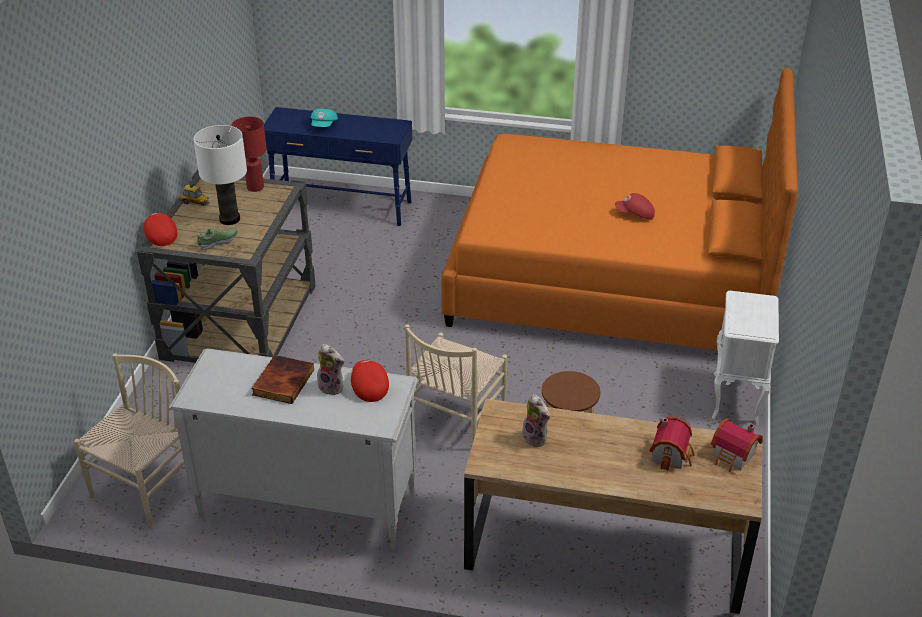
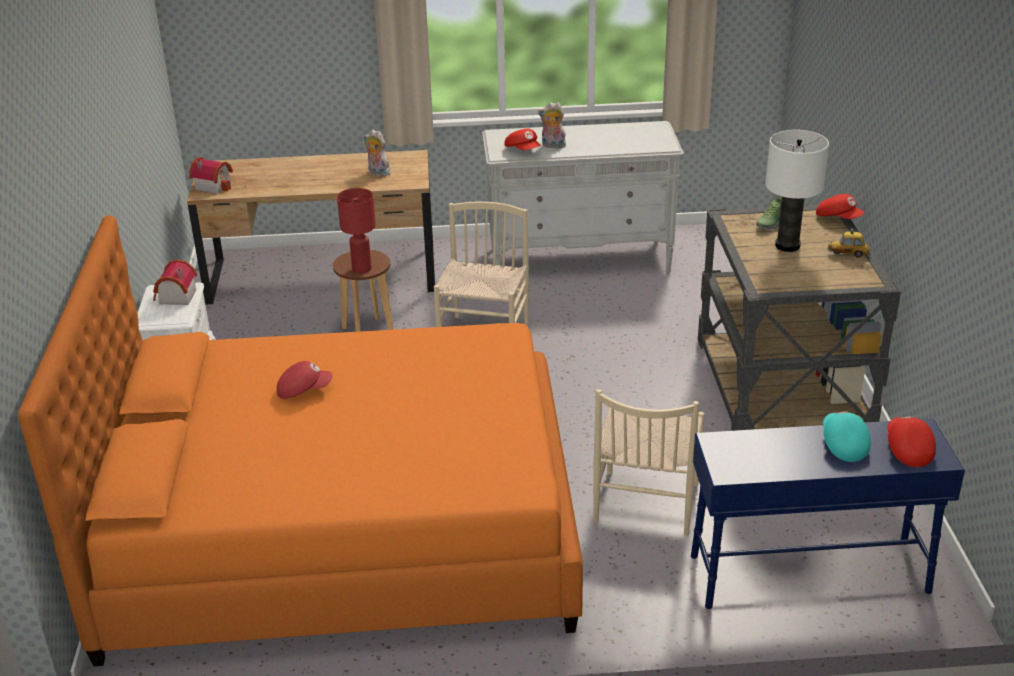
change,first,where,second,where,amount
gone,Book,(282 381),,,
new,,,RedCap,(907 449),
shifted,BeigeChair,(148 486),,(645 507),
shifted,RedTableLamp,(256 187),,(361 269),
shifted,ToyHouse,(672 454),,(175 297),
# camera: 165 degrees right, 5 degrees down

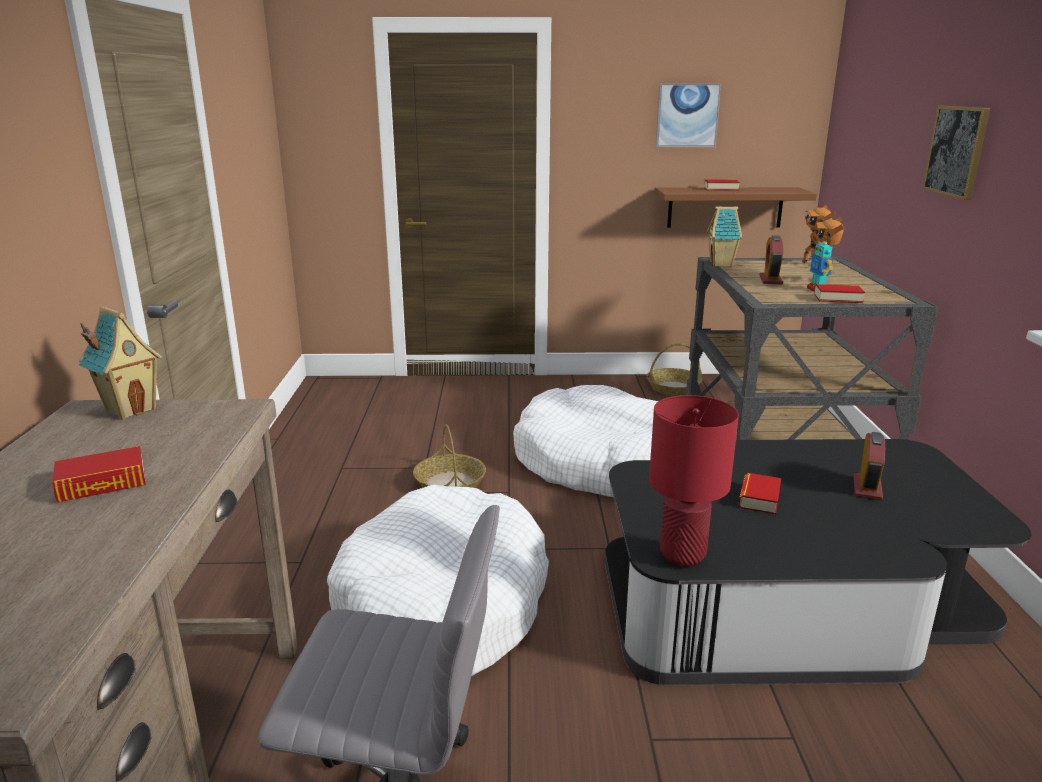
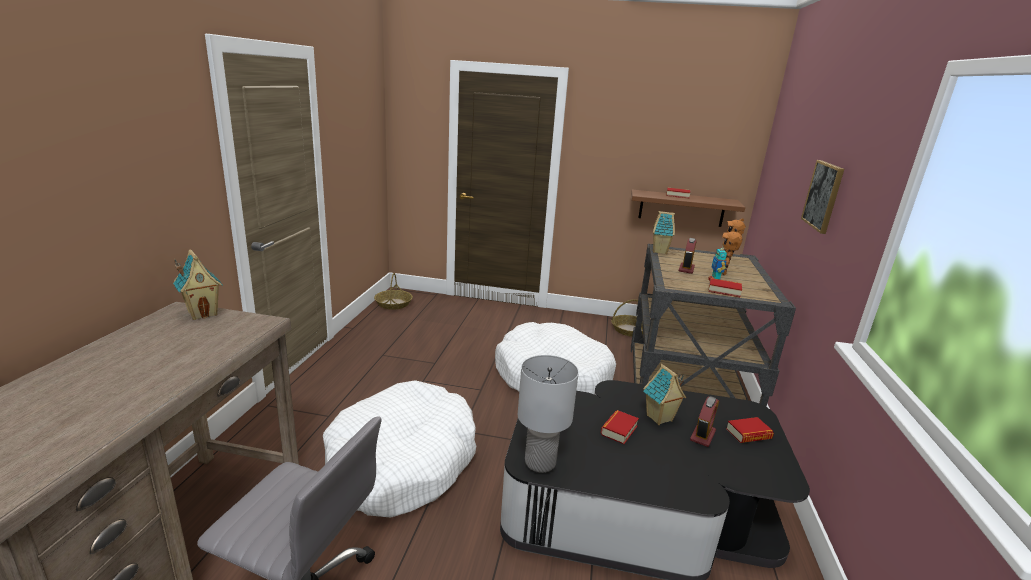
change,first,where,second,where,amount
gone,Picture,(687 115),,,
new,,,ToyHouse,(659 418),
shifted,Book,(102 483),,(748 434),
shifted,Basket,(450 483),,(393 304),
repainted,RedTableLamp,(682 558),GreyTableLamp,(539 465),
# camera: 10 degrees right, 0 degrees up

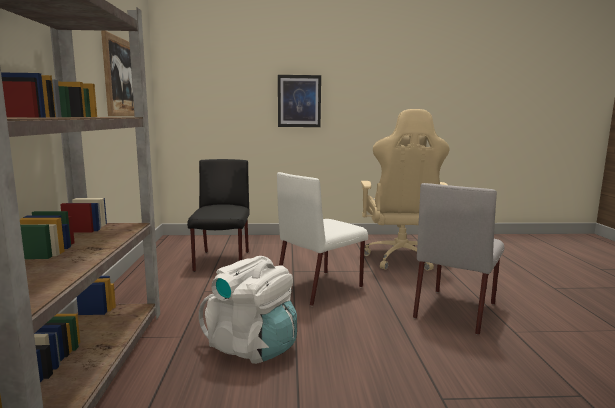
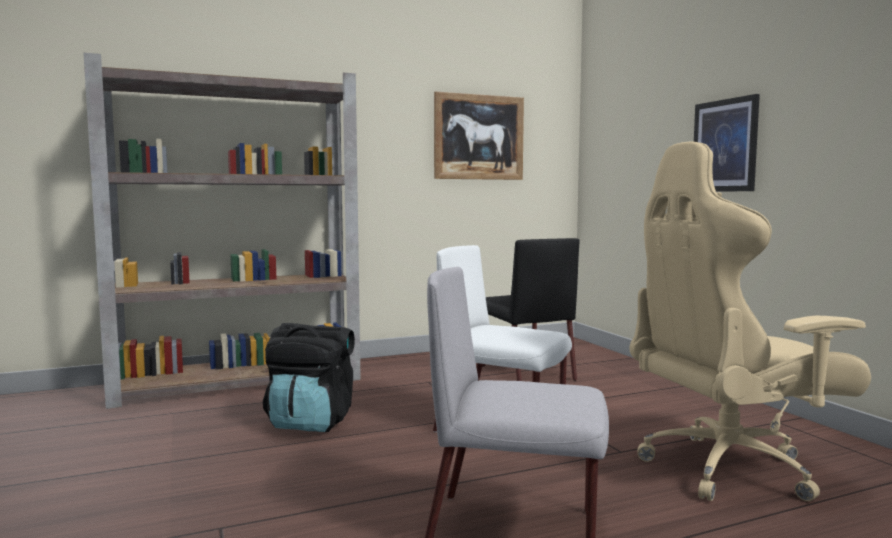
change,first,where,second,where,amount
repainted,WhiteBackpack,(252 347),BlackBackpack,(311 422),
rotated,BlackChair,(222 261),,(526 372),90 degrees clockwise
# camera: 70 degrees right, 5 degrees down

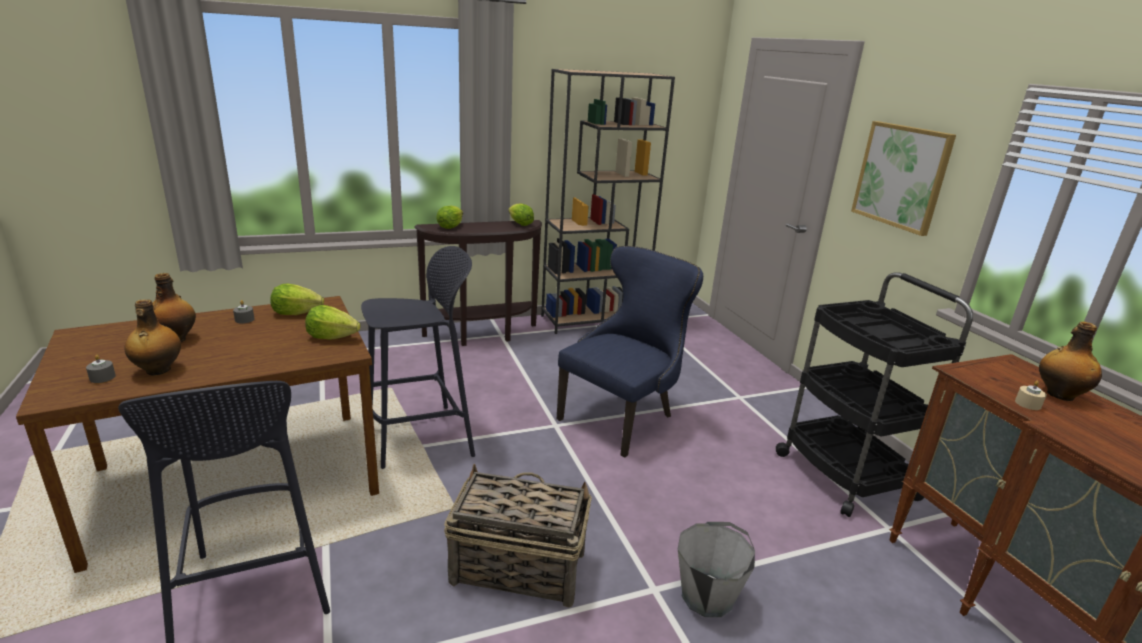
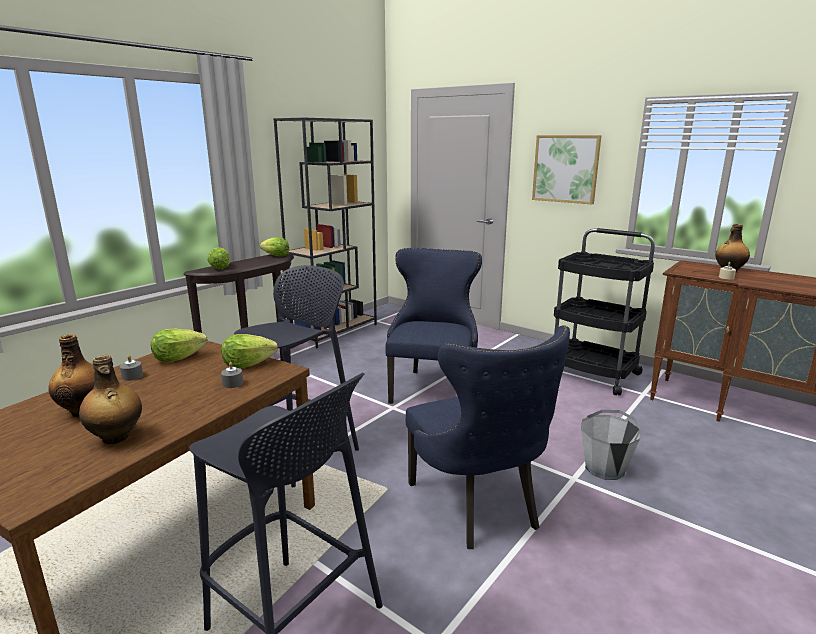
change,first,where,second,where,amount
shifted,GreyCandle,(102 377),,(232 383),
swapped,Basket,(517 567),BlueChair,(478 505),
# camera: 30 degrees left, 5 degrees down

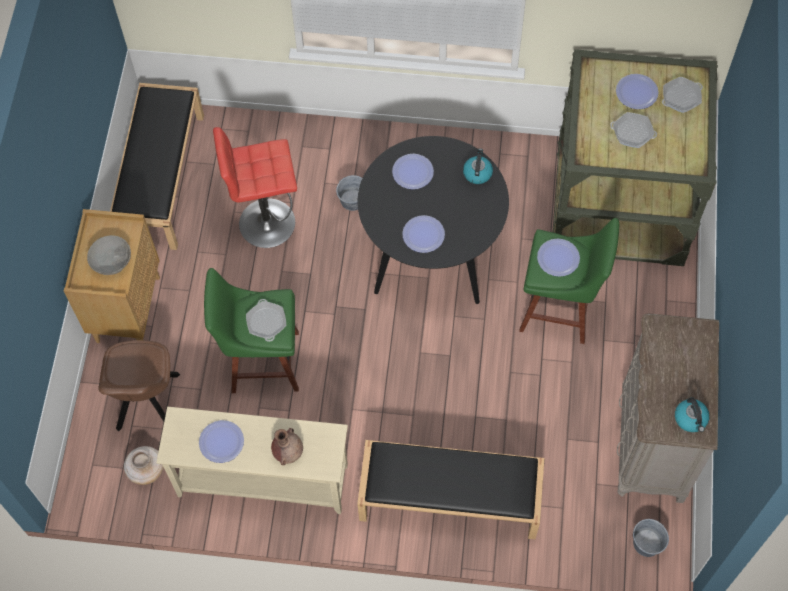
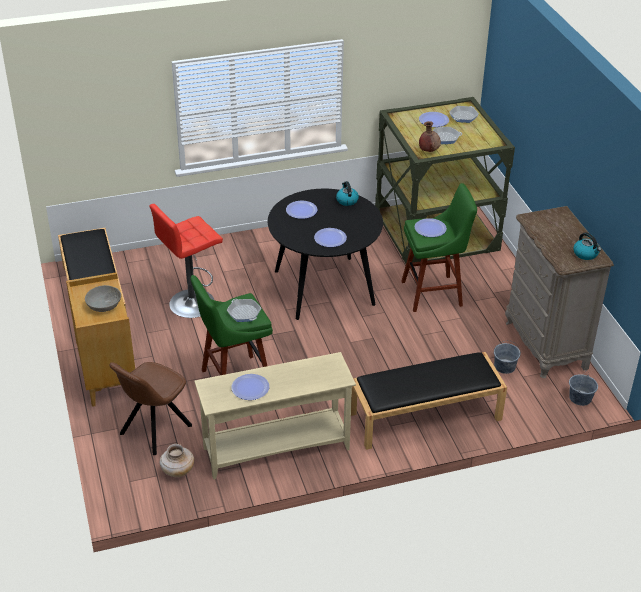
change,first,where,second,where,amount
shifted,BrownVase,(288 452),,(428 151),
shifted,GreyBucket,(352 200),,(504 366),
rotated,BrownChair,(147 402),,(155 429),60 degrees clockwise
# camera: 25 degrees left, 25 degrees down

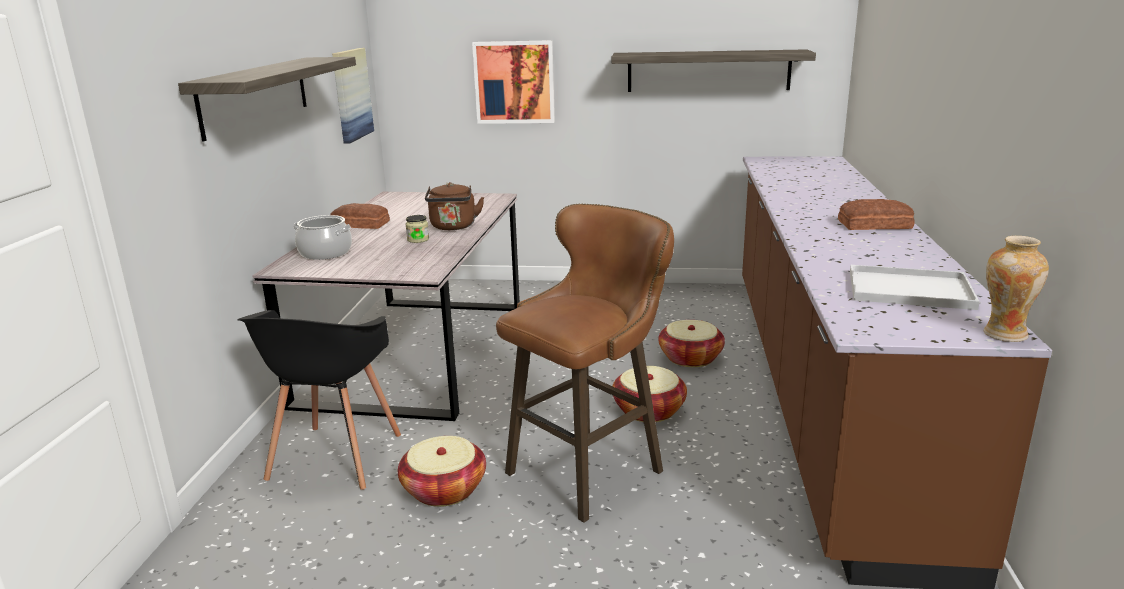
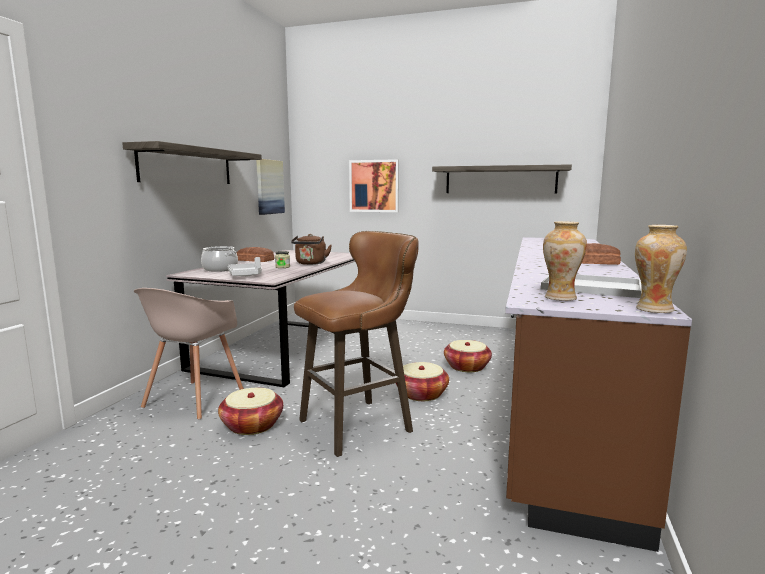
change,first,where,second,where,amount
new,,,GreyTray,(246 275),
new,,,Vase,(560 298),
repainted,BlackChair,(335 458),BeigeChair,(194 400),
# camera: 10 degrees right, 10 degrees down

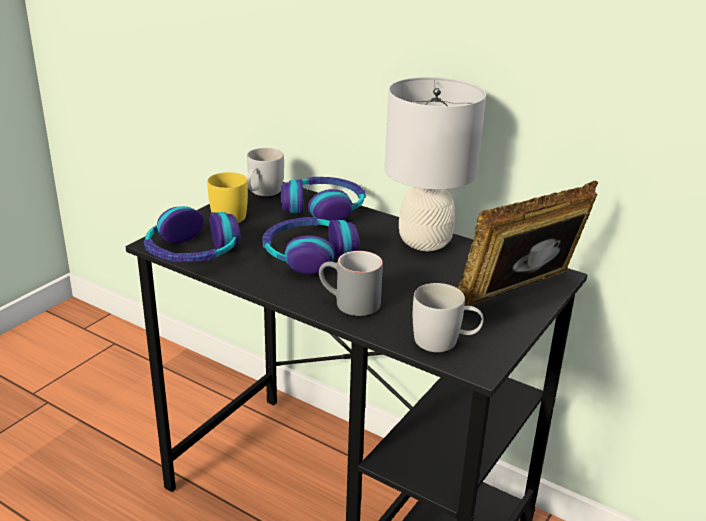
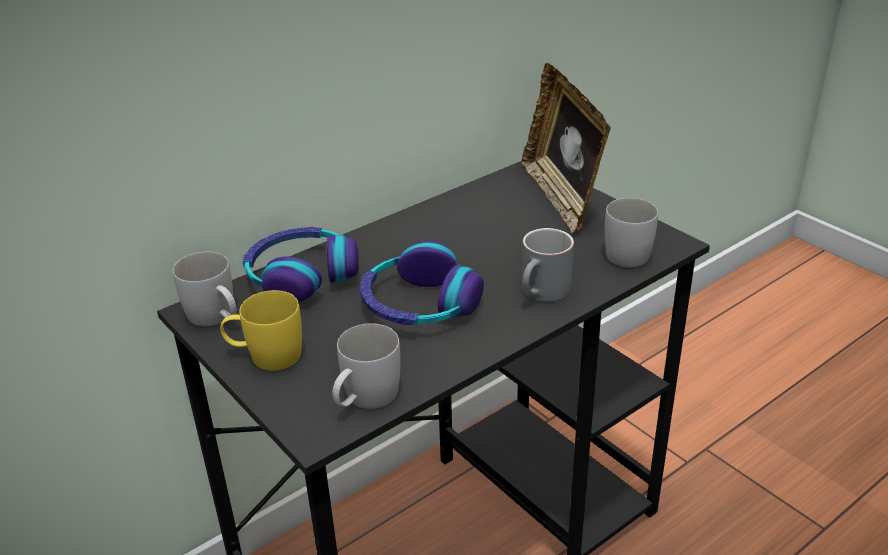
change,first,where,second,where,amount
gone,GreyTableLamp,(426 243),,,
swapped,Headphones,(192 252),WhiteMug,(365 399),
# camera: 70 degrees left, 5 degrees up

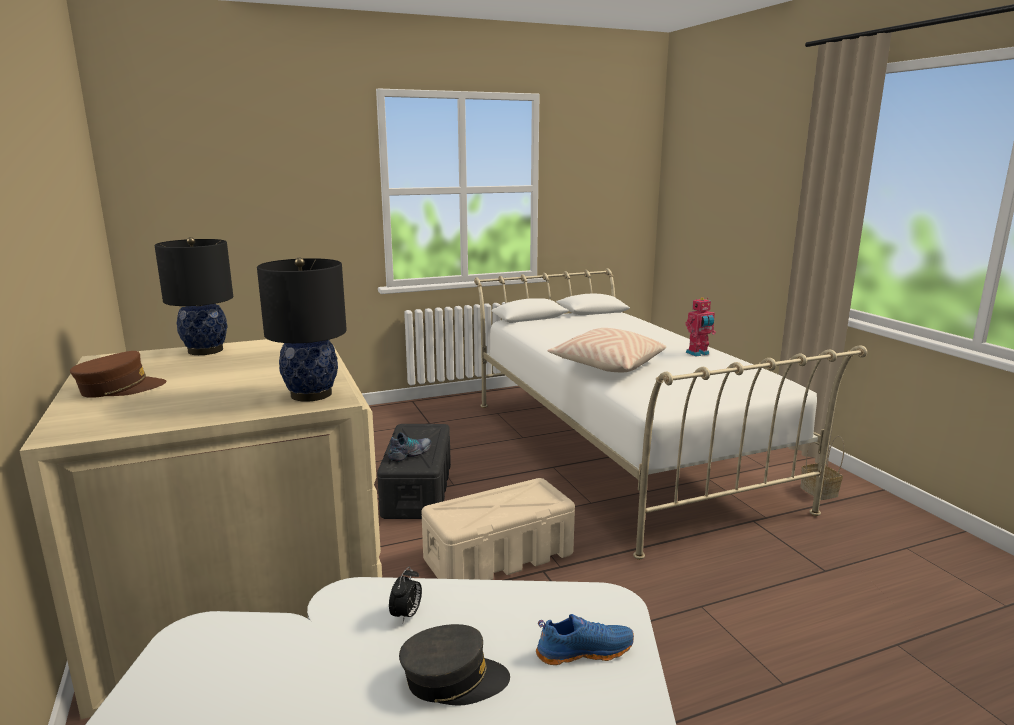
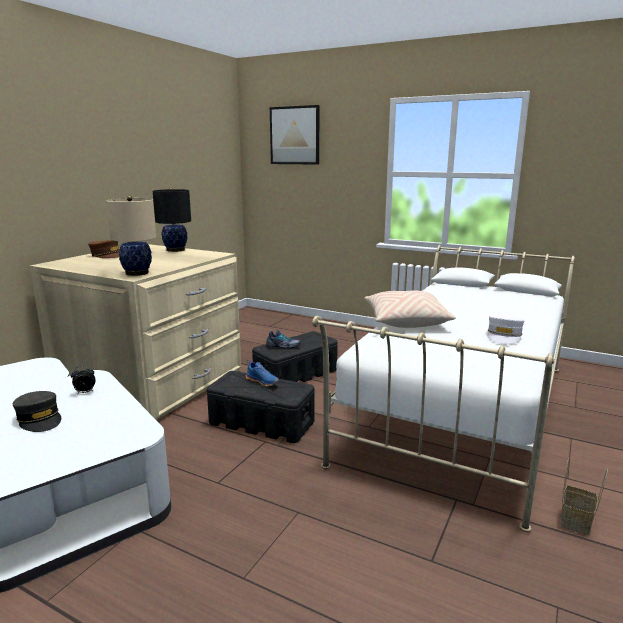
change,first,where,second,where,amount
new,,,Picture,(294 135),
shifted,BlueShoe,(584 651),,(263 381),
swapped,ToyRobot,(698 353),WhiteCap,(504 336),
repainted,BlackTableLamp,(311 394),BeigeTableLamp,(137 273),
repainted,BeigeStorageBox,(499 556),BlackStorageBox,(262 423),
# camera: 50 degrees right, 0 degrees up

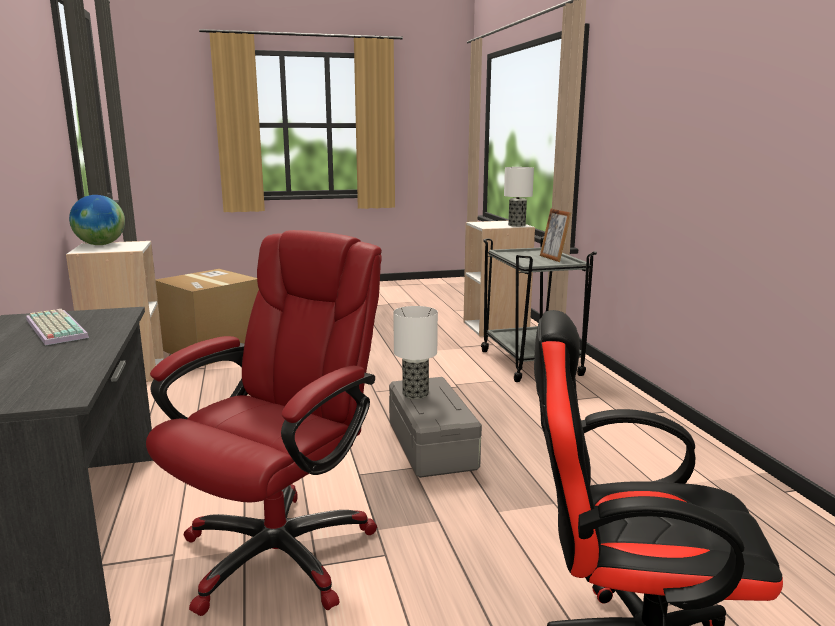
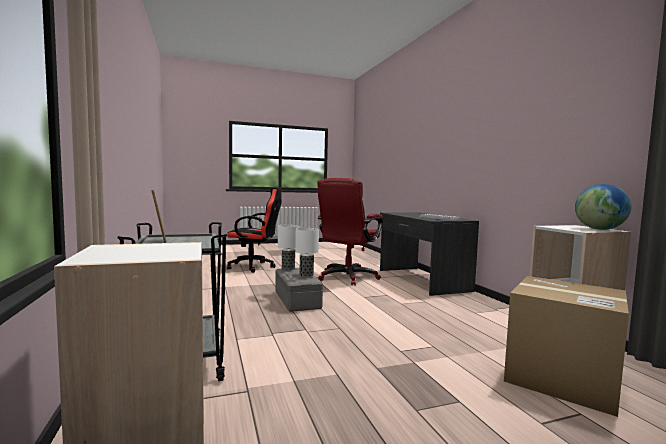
change,first,where,second,where,amount
shifted,TableLamp,(516 225),,(288 268),
# camera: 175 degrees right, 10 degrees down

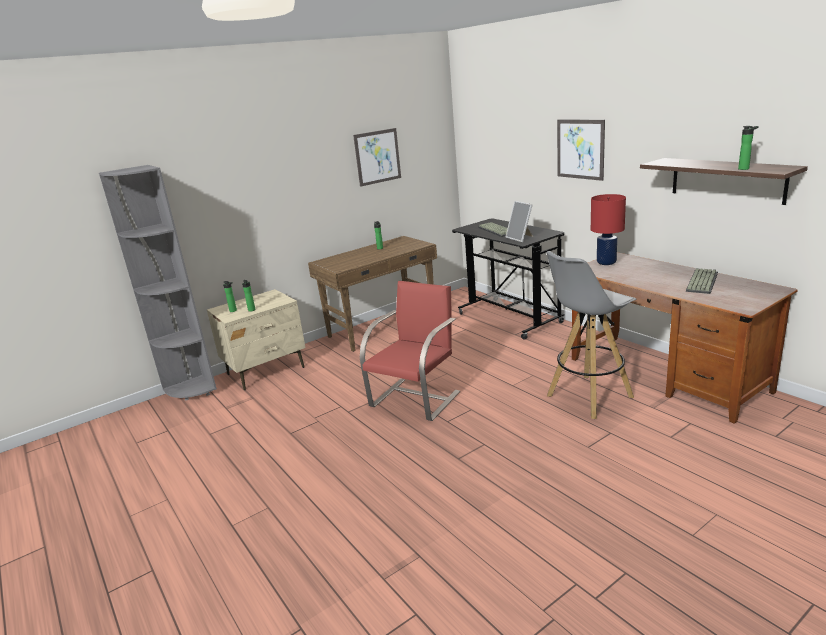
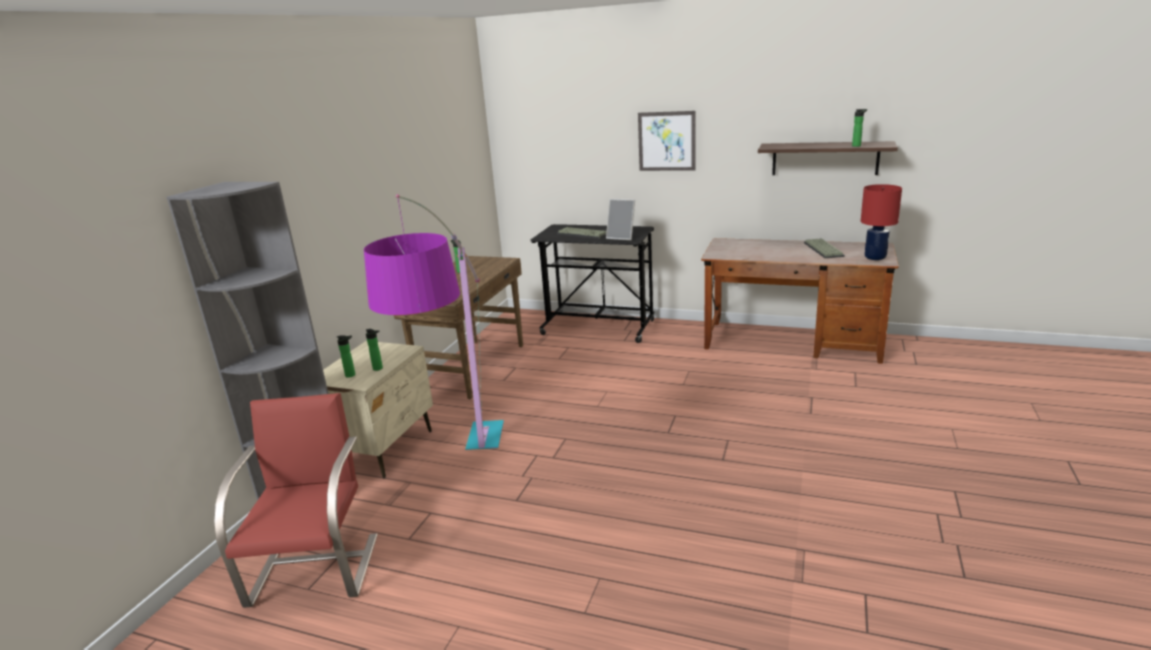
change,first,where,second,where,amount
gone,Picture,(377 157),,,
gone,GreyStool,(587 396),,,
new,,,FloorLamp,(471 490),
shifted,RedChair,(416 398),,(316 568),
shifted,RedTableLamp,(606 263),,(875 258),
# camera: 35 degrees left, 0 degrees up

